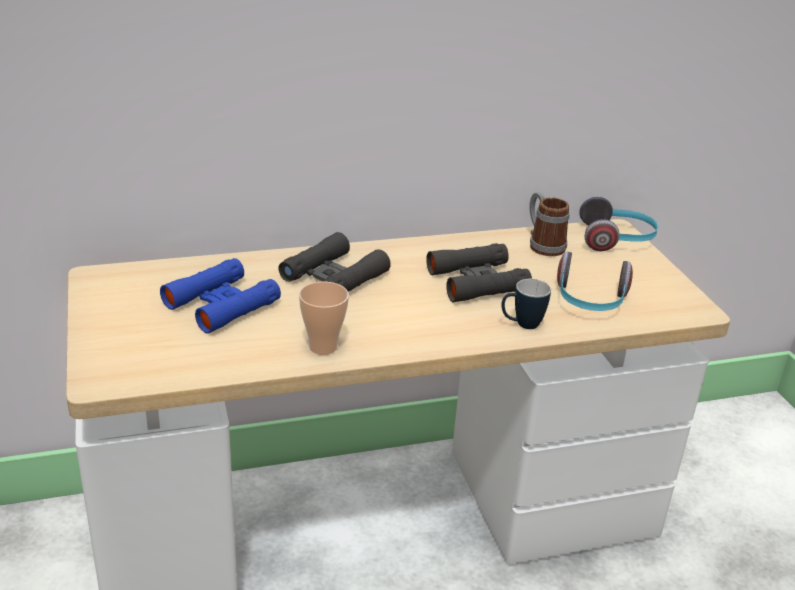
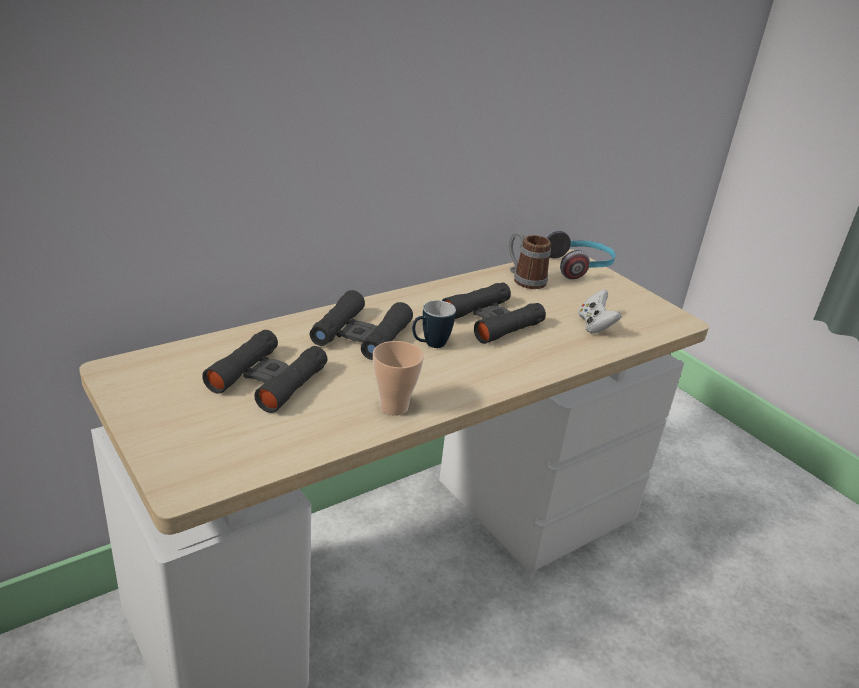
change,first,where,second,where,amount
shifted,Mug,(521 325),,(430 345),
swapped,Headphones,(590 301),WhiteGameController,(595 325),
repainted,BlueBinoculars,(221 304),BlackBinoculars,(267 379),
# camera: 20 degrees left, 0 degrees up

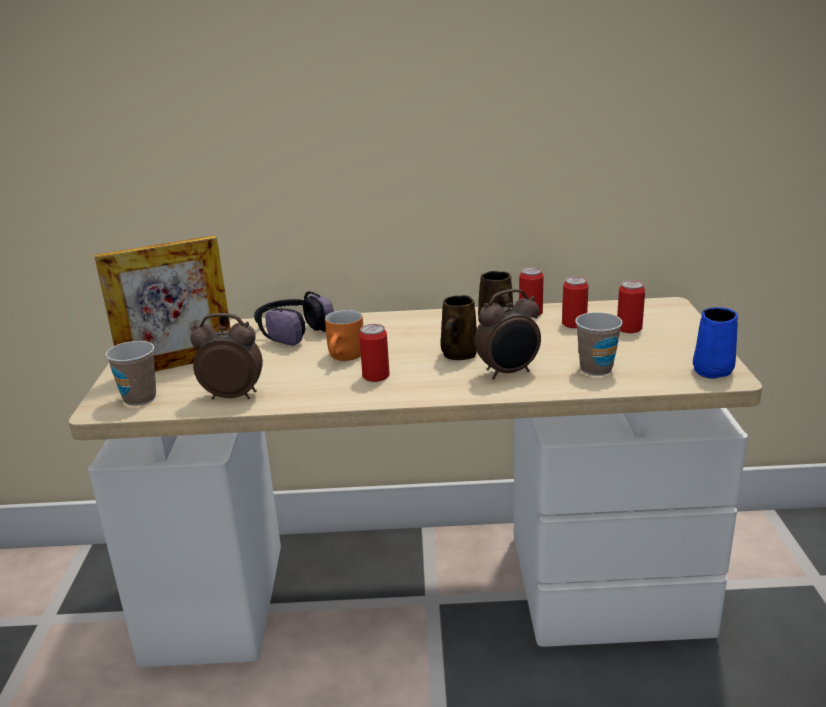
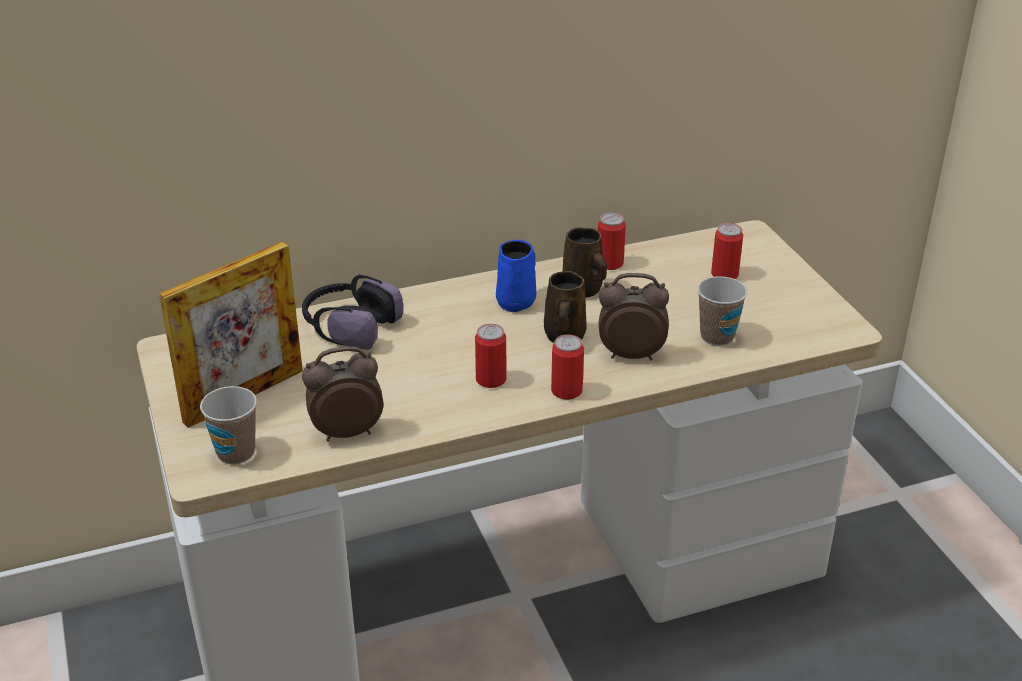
change,first,where,second,where,amount
gone,OrangeMug,(347 357),,,
shifted,Can,(574 324),,(566 391),
shifted,BlueMug,(714 370),,(517 301),
rotated,AlarmClock,(508 372),,(631 354),135 degrees counterclockwise
# camera: 20 degrees left, 10 degrees up

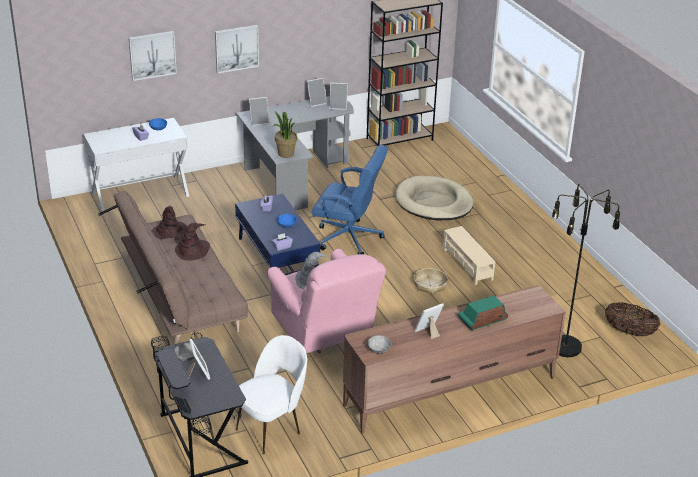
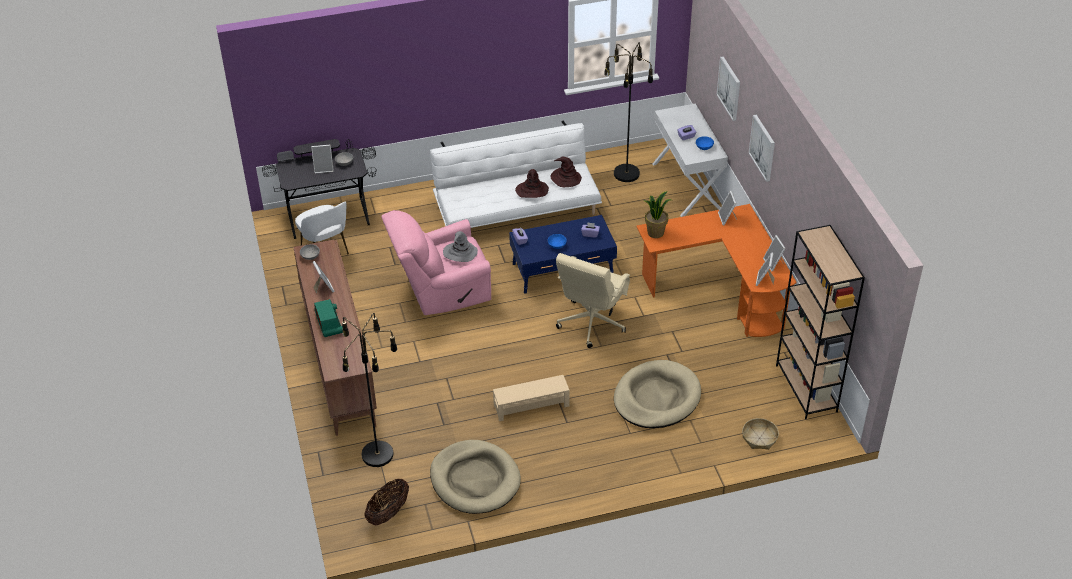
change,first,where,second,where,amount
new,,,BeigeDogBed,(475 480),
new,,,FloorLamp,(625 174),
shifted,Basket,(430 285),,(759 438),
repainted,BrownSofa,(180 293),WhiteSofa,(516 209),
repainted,GreyDesk,(292 175),OrangeDesk,(721 290),
repainted,BlueOfficeChair,(348 238),BeigeOfficeChair,(592 322),
# camera: 100 degrees right, 10 degrees up

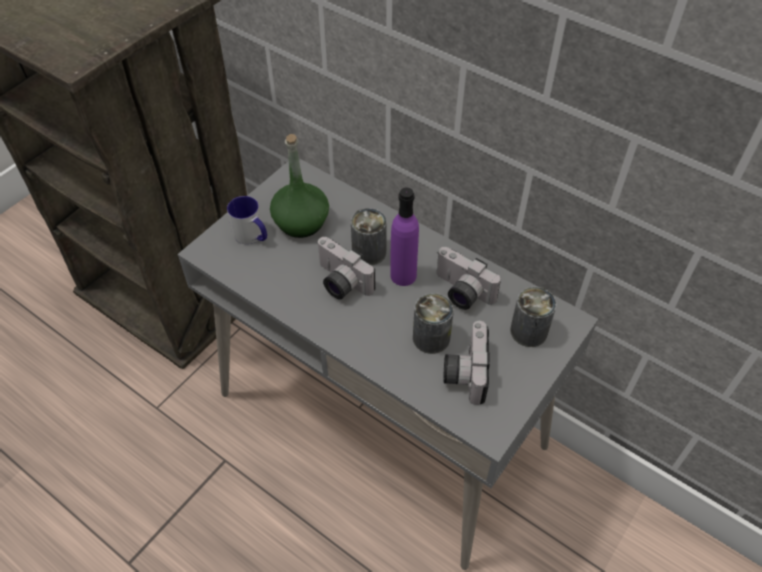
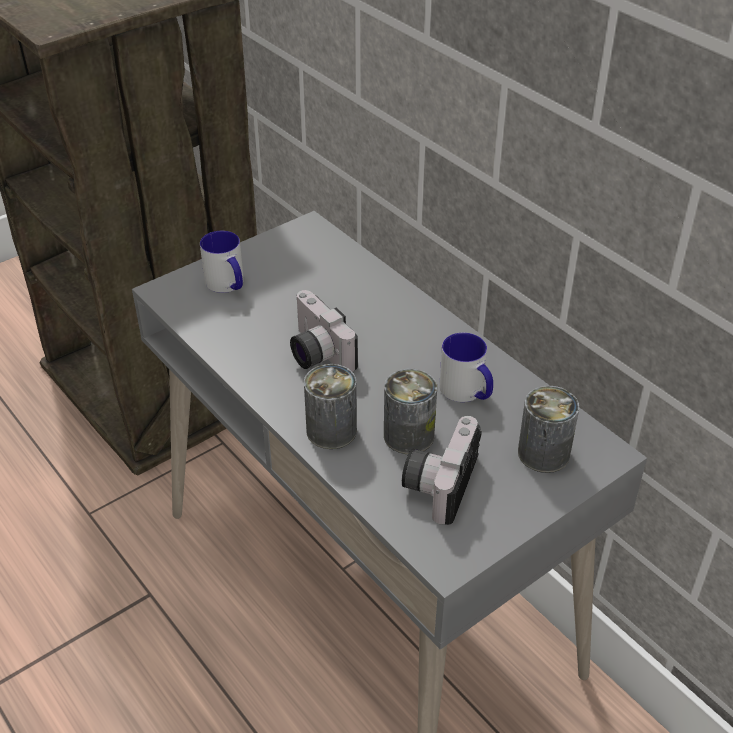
change,first,where,second,where,amount
gone,GreenBottle,(301 222),,,
gone,PurpleBottle,(403 275),,,
shifted,Can,(369 252),,(331 430),
swapped,PhotoCamera,(460 292),Mug,(467 392),
# camera: 15 degrees right, 10 degrees down

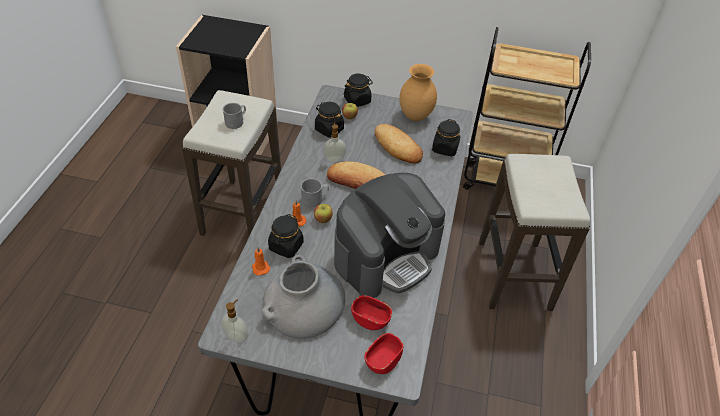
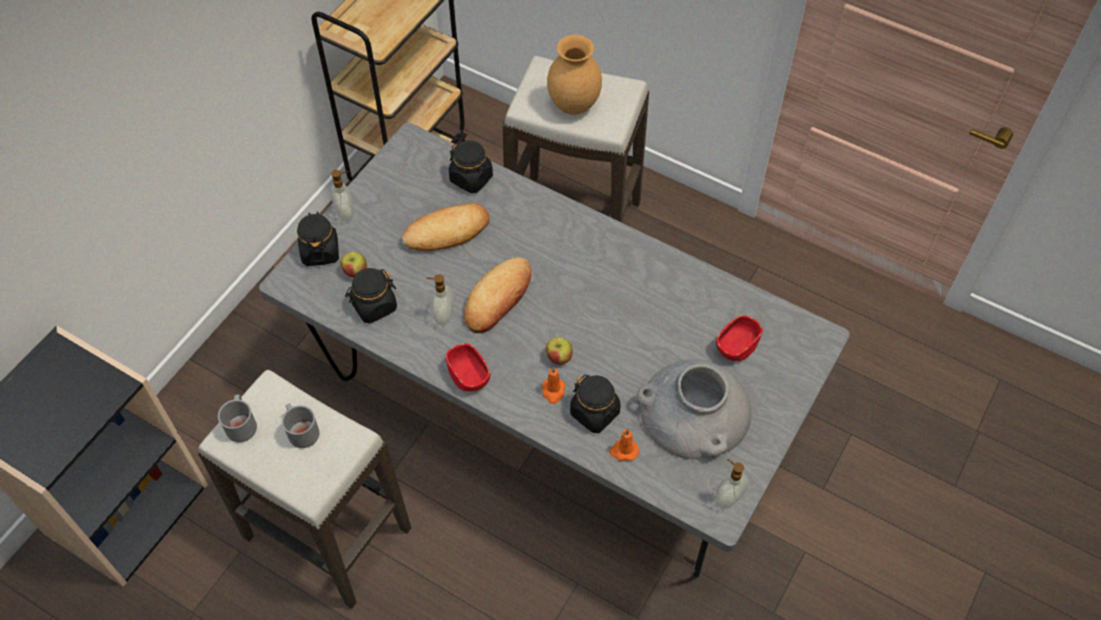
change,first,where,second,where,amount
gone,CoffeeMachine,(386 256),,,
new,,,SoapDispenser,(346 212),
shifted,GreyMug,(315 199),,(241 423),
shifted,RedBowl,(383 360),,(468 376),
shifted,BrownVase,(415 116),,(574 106),
# camera: 70 degrees left, 10 degrees up

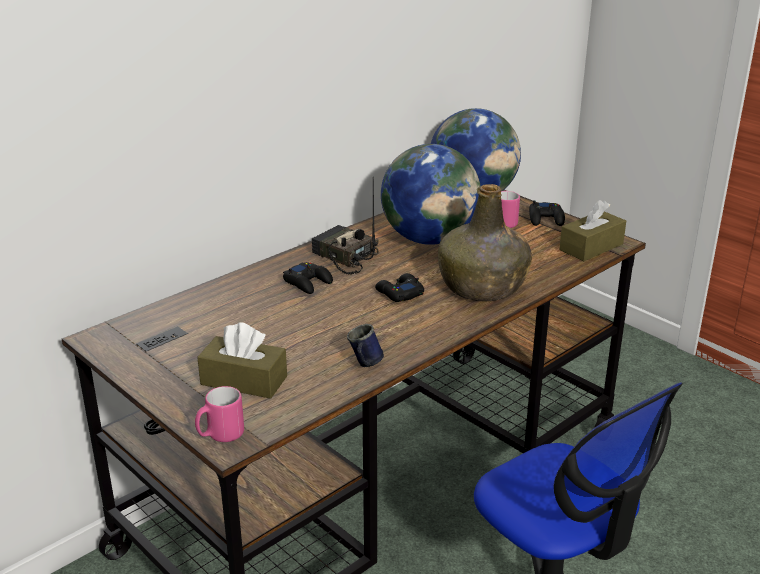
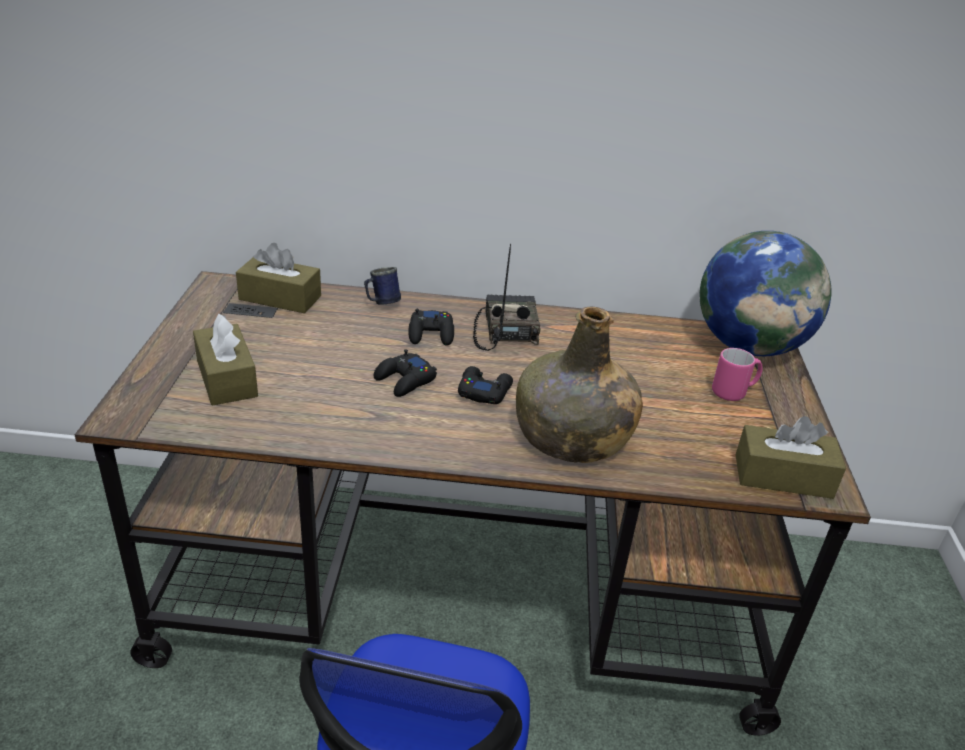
change,first,where,second,where,amount
gone,PinkMug,(220 435),,,
gone,Globe,(429 239),,,
new,,,BrownTissueBox,(280 298),
shifted,BlueMug,(365 365),,(381 303),
shifted,BlackGameController,(546 219),,(405 380),
# camera: 45 degrees right, 5 degrees up

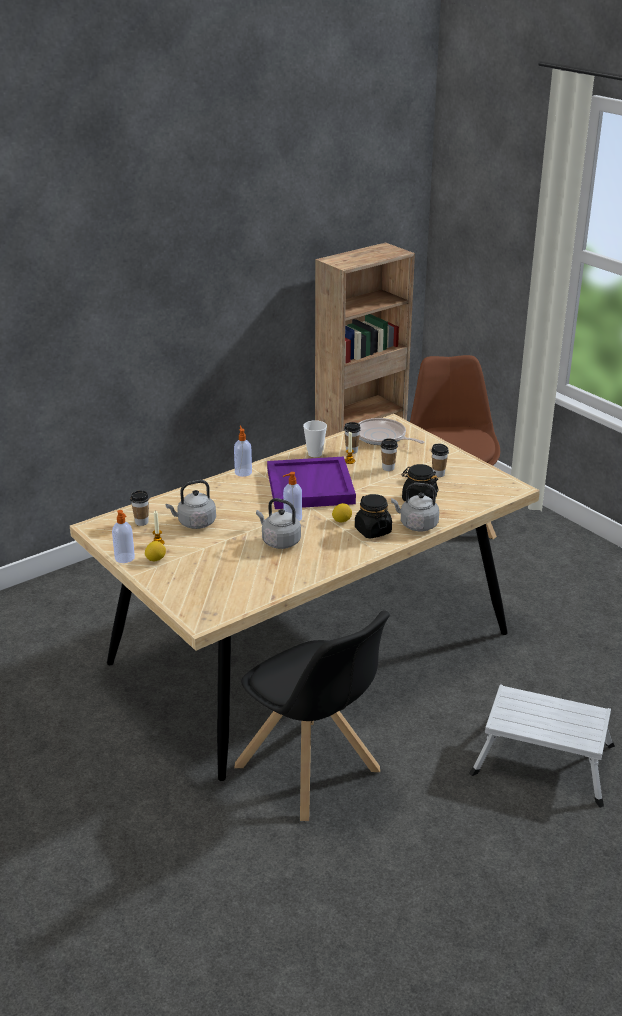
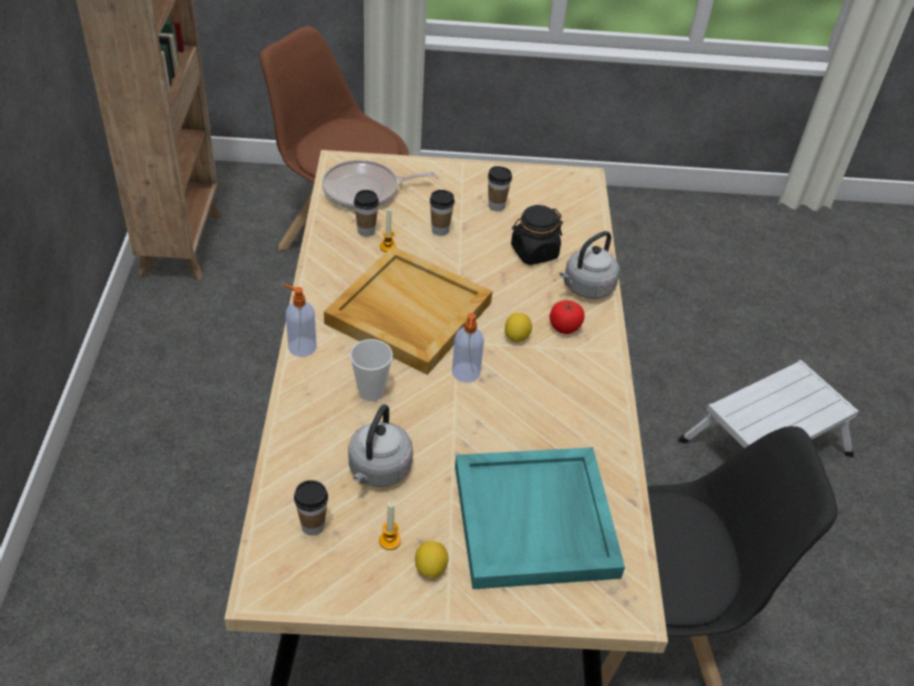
change,first,where,second,where,amount
gone,SoapDispenser,(125 558),,,
gone,GreyKettle,(279 541),,,
new,,,TurquoiseTray,(536 521),
shifted,Cup,(315 454),,(371 392),
swapped,BlackJar,(372 531),Tomato,(564 327),
repainted,PurpleTray,(309 486),BeigeTray,(407 313),
# camera: 55 degrees left, 15 degrees up

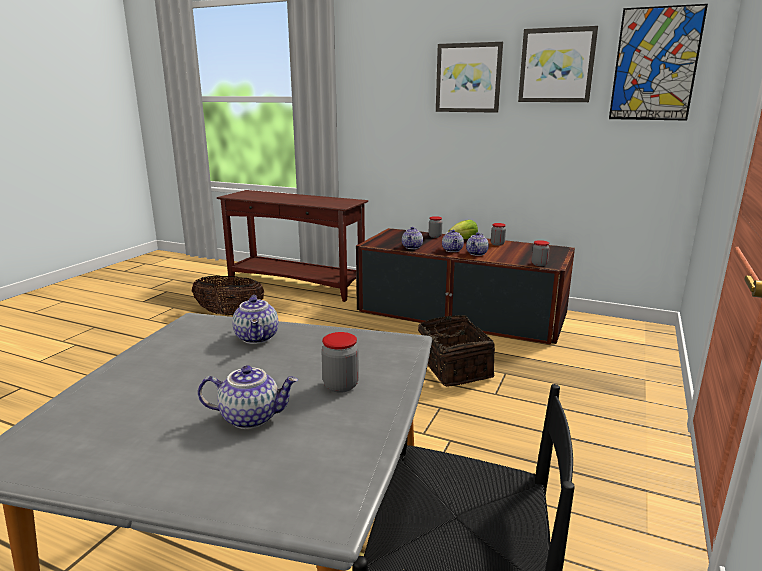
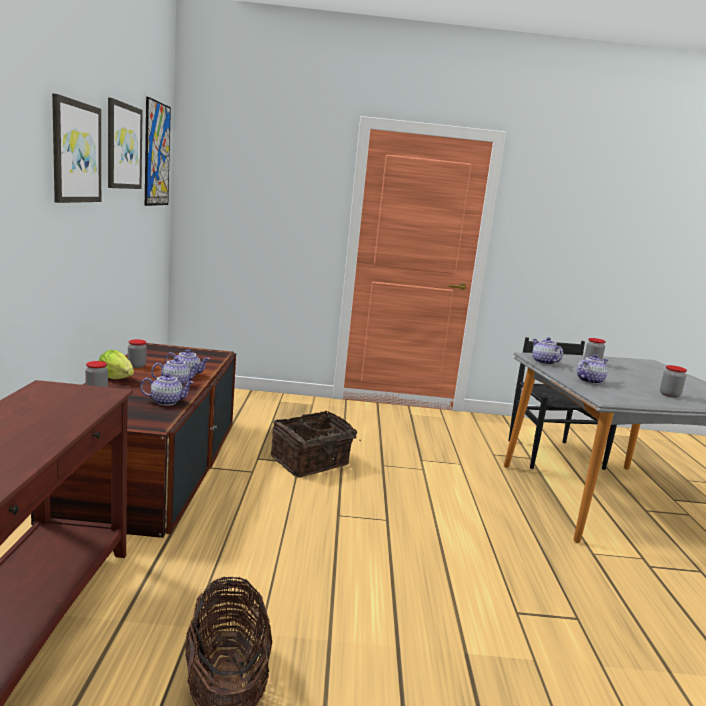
change,first,where,second,where,amount
shifted,Teapot,(251 417),,(543 362),
shifted,Jar,(539 264),,(669 395),
# camera: 115 degrees left, 5 degrees down

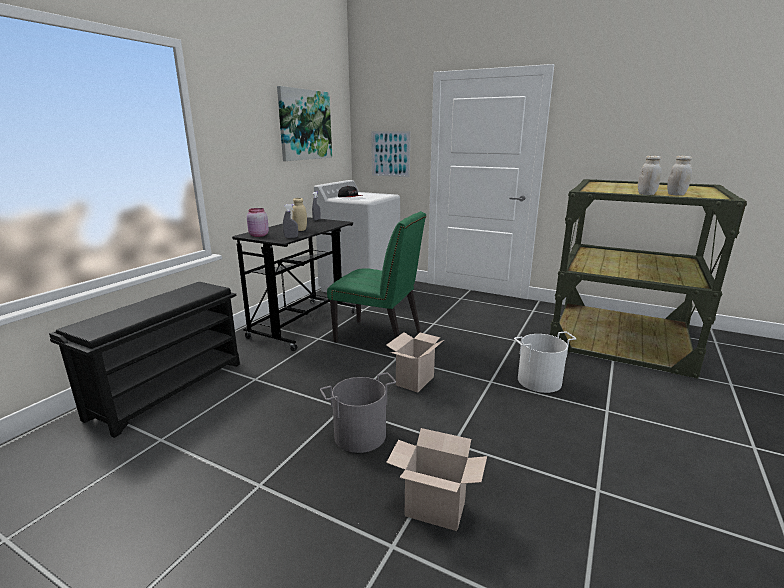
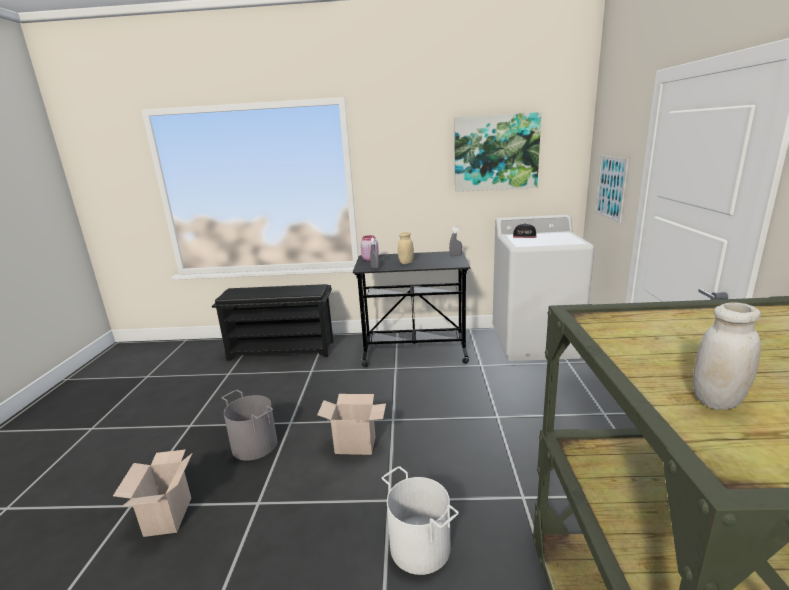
change,first,where,second,where,amount
gone,GreenChair,(377 337),,,
gone,WhiteJar,(646 194),,,
# camera: 65 degrees right, 0 degrees up

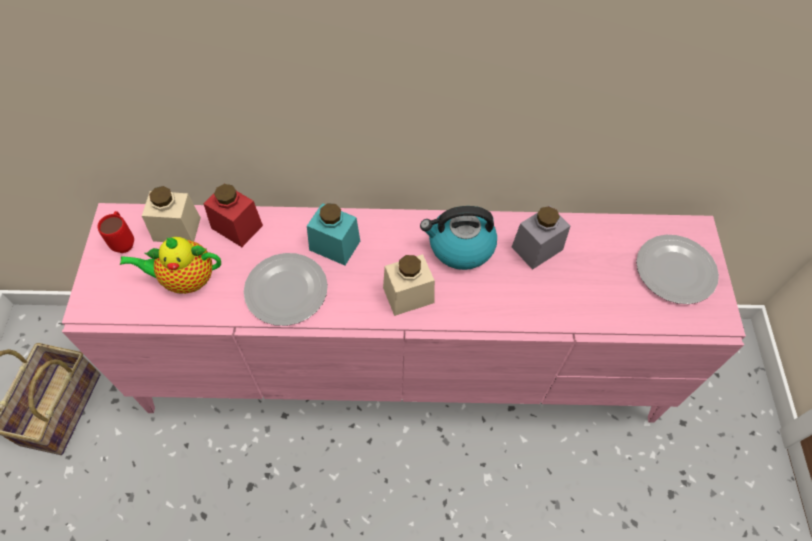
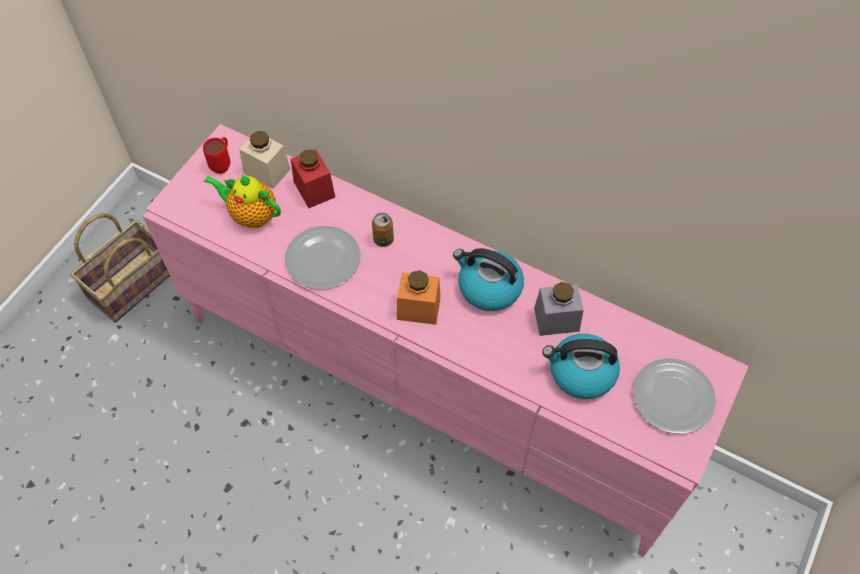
change,first,where,second,where,amount
new,,,Kettle,(580 373),
swapped,TurquoiseJar,(334 245),Can,(383 239),
repainted,BeigeJar,(408 295),OrangeJar,(418 308),
# camera: 30 degrees right, 0 degrees up

